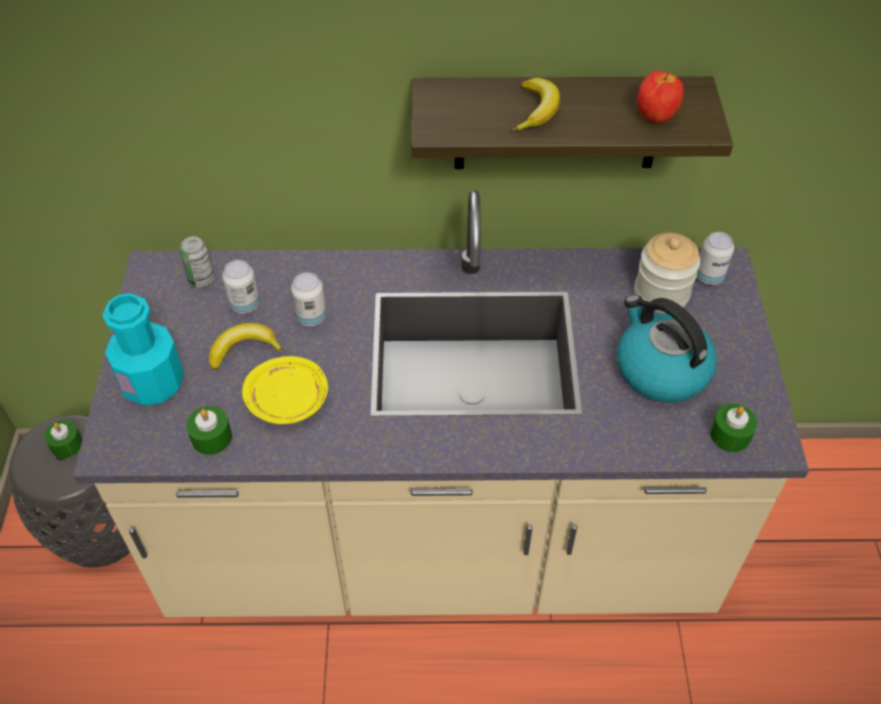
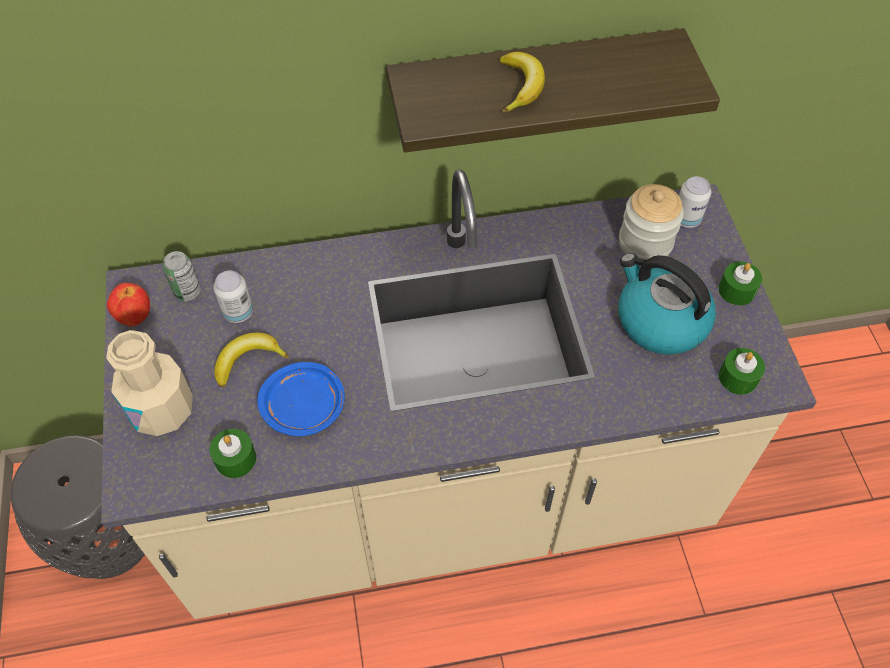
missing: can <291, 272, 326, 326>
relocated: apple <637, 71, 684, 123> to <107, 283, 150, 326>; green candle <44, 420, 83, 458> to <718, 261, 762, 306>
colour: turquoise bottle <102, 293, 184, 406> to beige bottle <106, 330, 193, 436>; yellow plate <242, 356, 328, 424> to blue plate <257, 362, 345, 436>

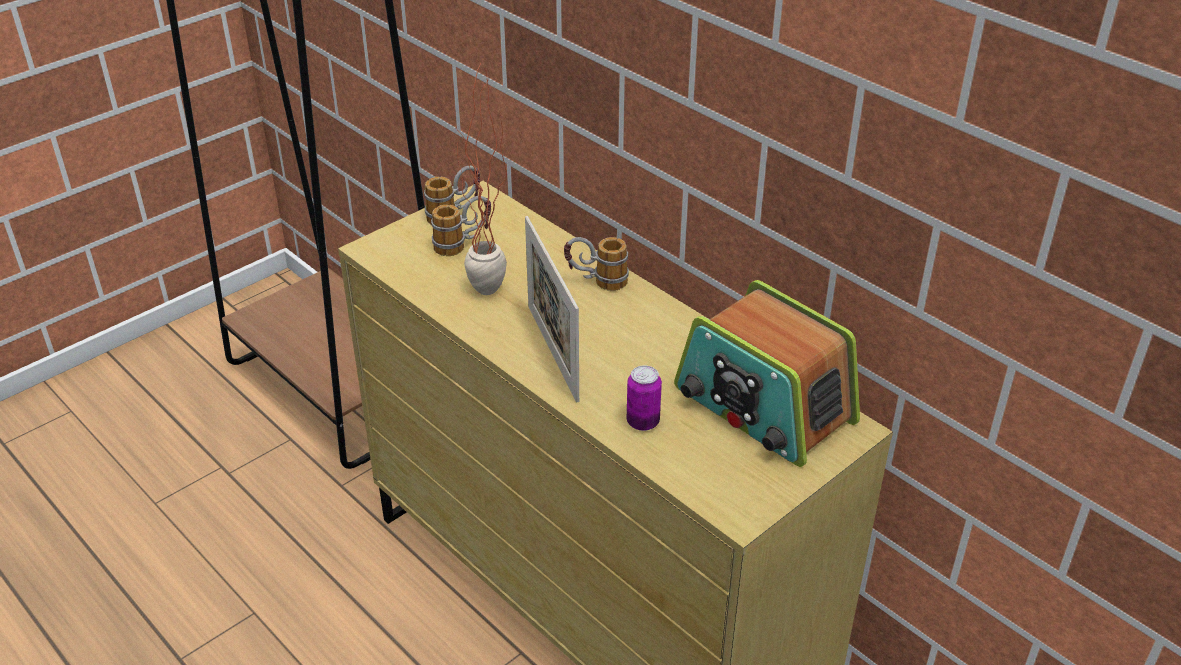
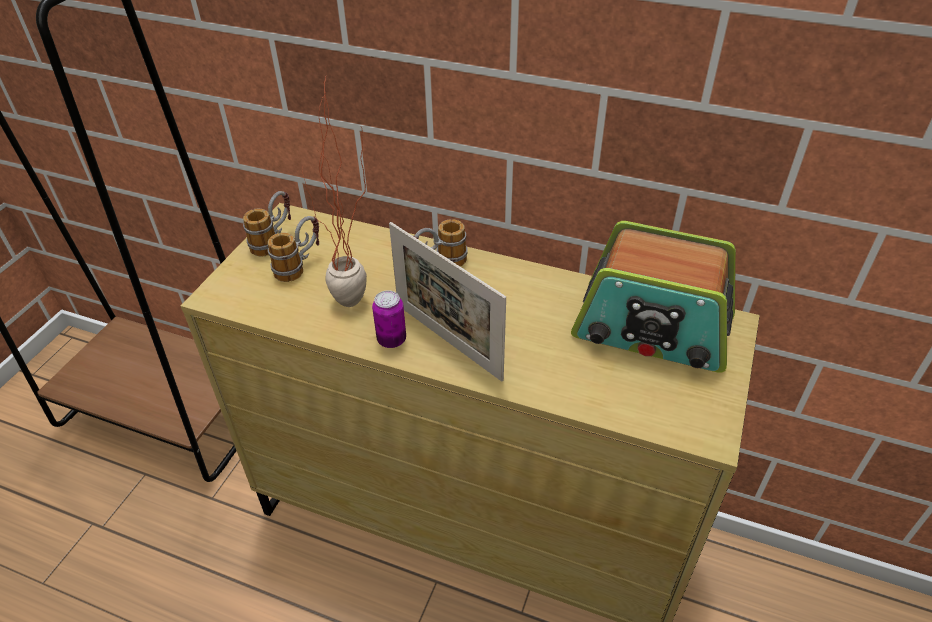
relocated: can <627, 365, 662, 431> to <372, 290, 406, 348>

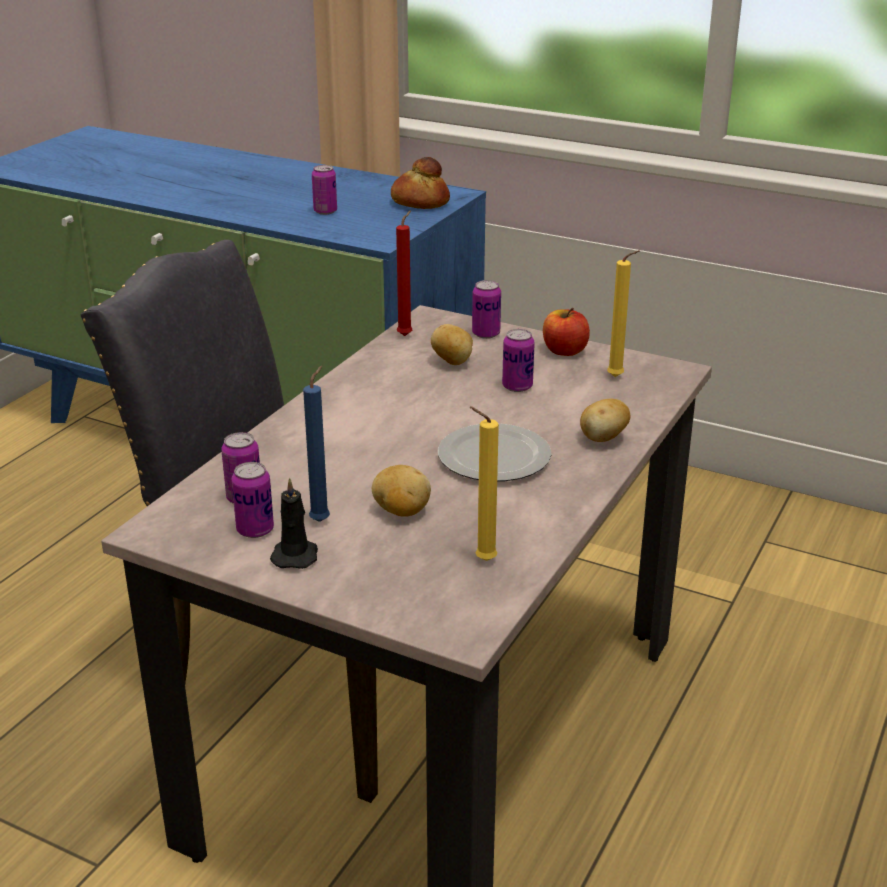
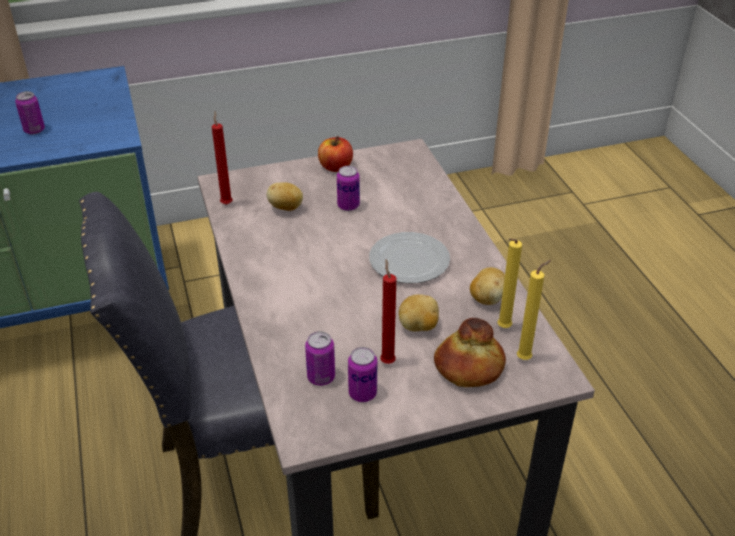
missing: black candle <270, 478, 318, 569>; can <472, 280, 501, 339>
relocated: bread <391, 157, 450, 209> to <434, 318, 506, 387>; potato <580, 399, 630, 442> to <470, 267, 505, 305>; yellow candle <607, 250, 640, 377> to <517, 260, 551, 360>
colour: blue candle <303, 366, 330, 522> to red candle <380, 259, 396, 364>

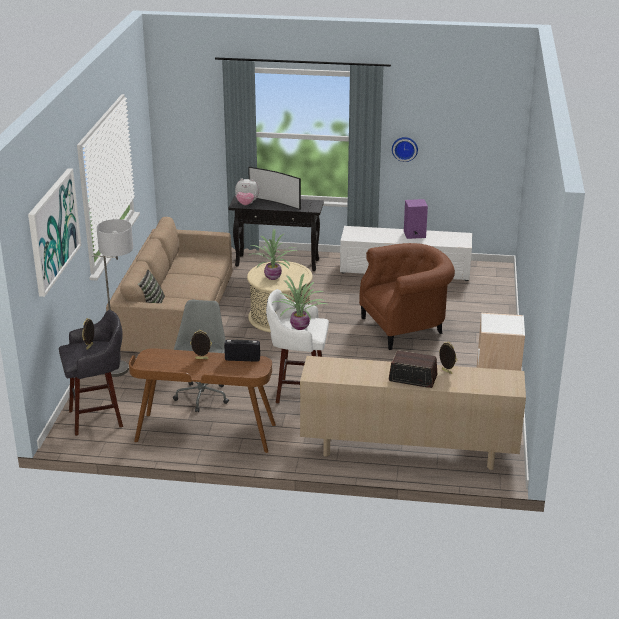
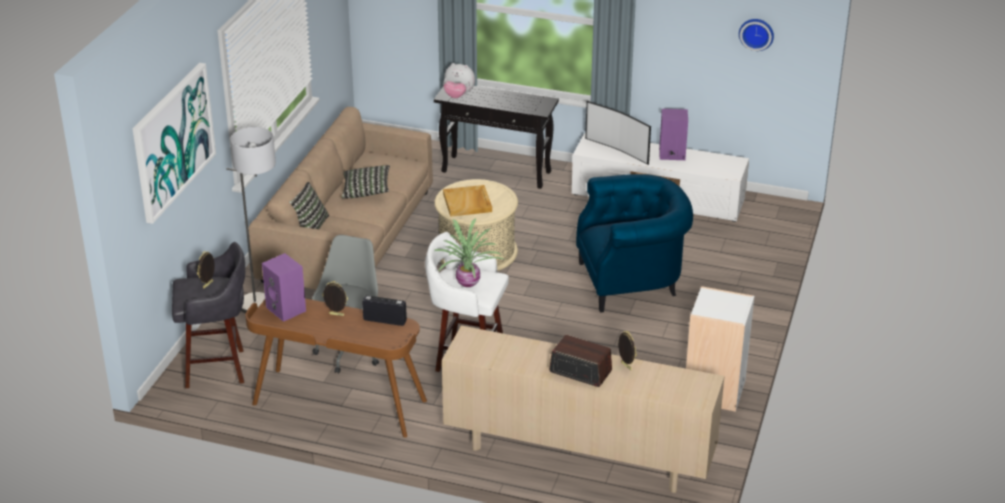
appeared: purple speaker <262, 253, 306, 322>; pillow <342, 165, 390, 198>
relocated: television <248, 167, 301, 210> to <585, 101, 651, 165>; wall clock <392, 137, 418, 162> to <739, 19, 774, 51>
exchanged: potted plant <249, 229, 298, 280> to beige tray <443, 185, 492, 217>
colour: brown armchair <359, 243, 455, 350> to blue armchair <576, 174, 693, 313>

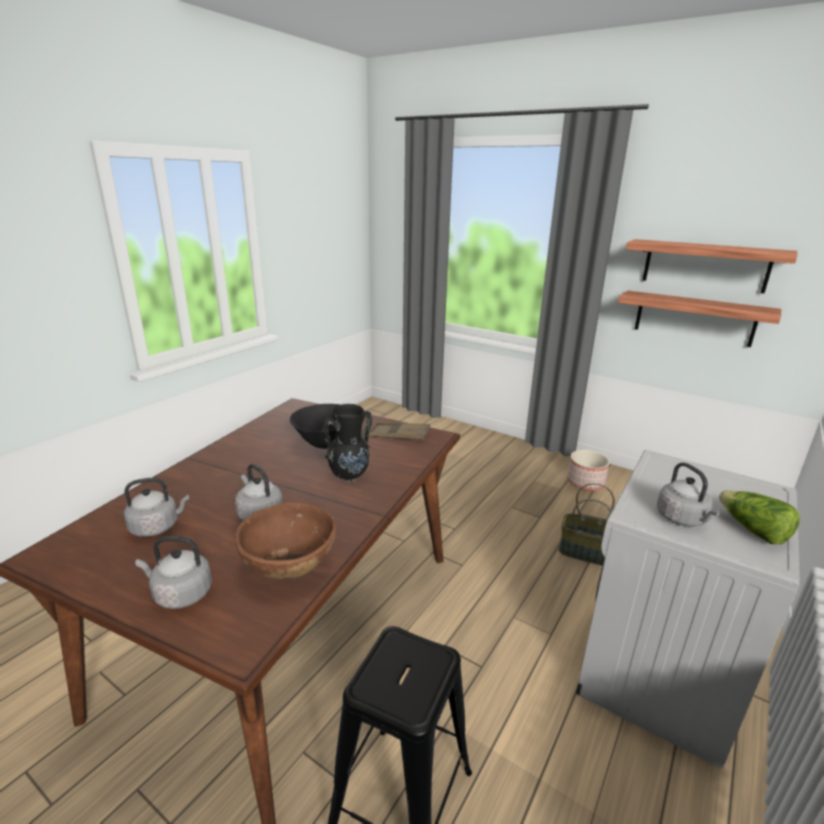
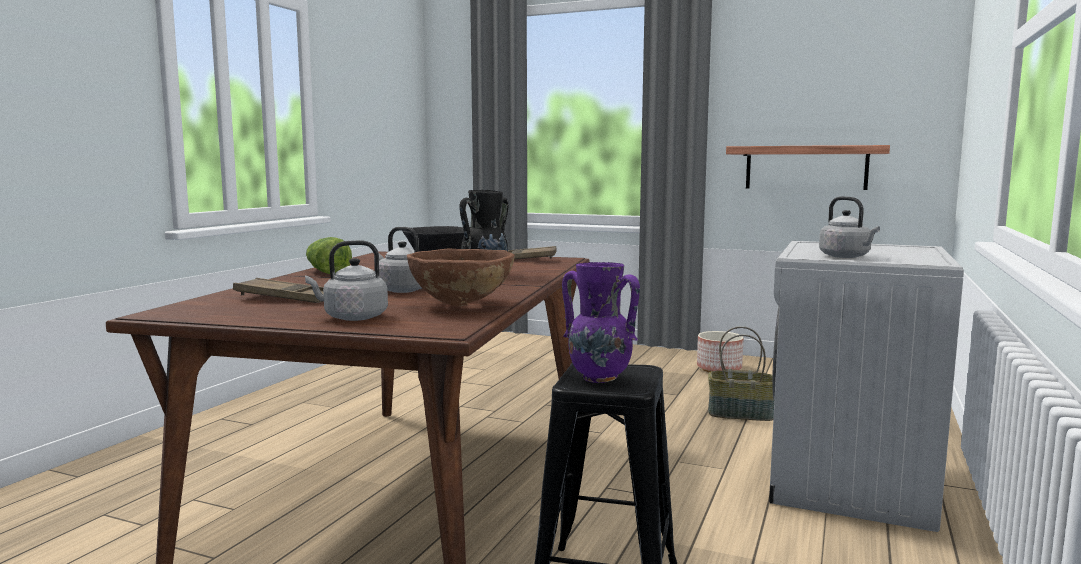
missing: shelf <626, 239, 798, 294>
appeared: purple vase <562, 262, 640, 383>
relocated: lettuce <719, 490, 800, 544> to <306, 237, 352, 274>
exchanged: grey kettle <124, 478, 189, 537> to brown tray <233, 278, 324, 303>

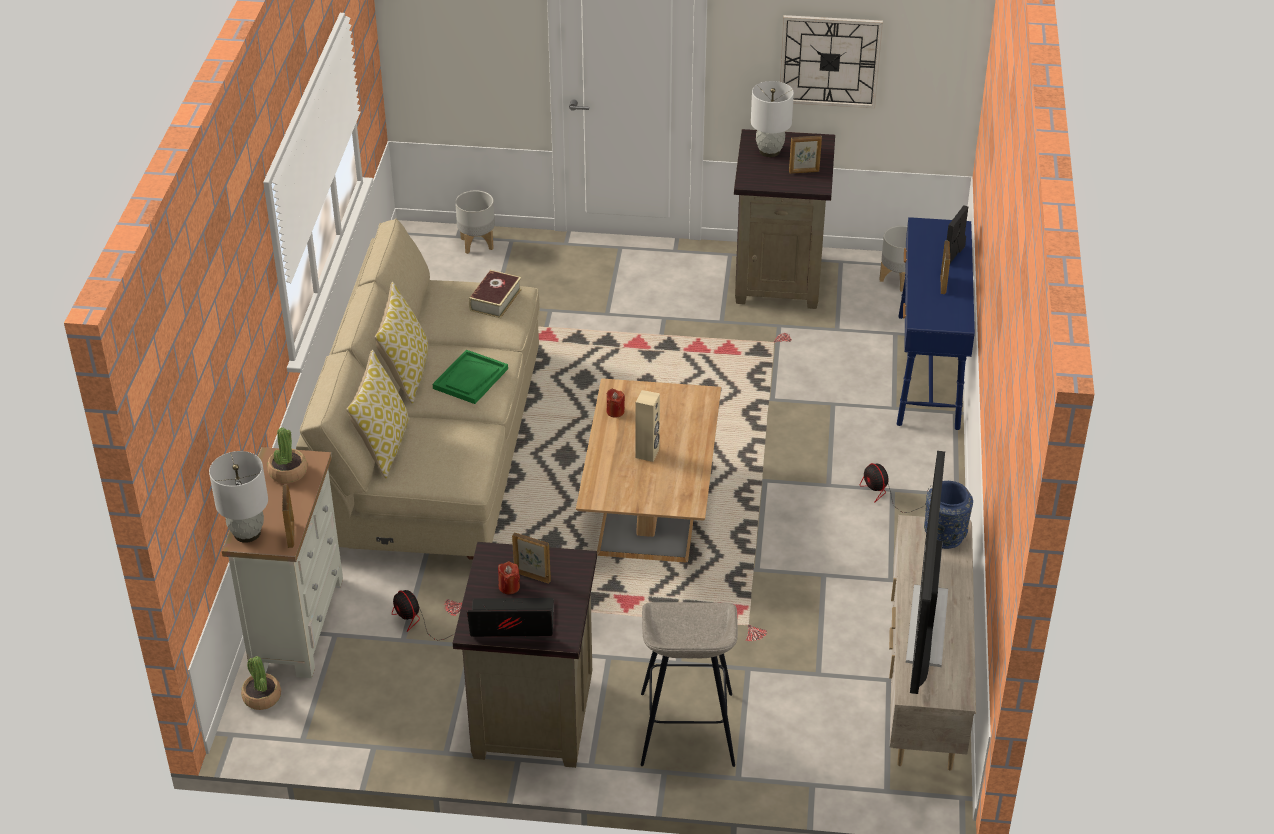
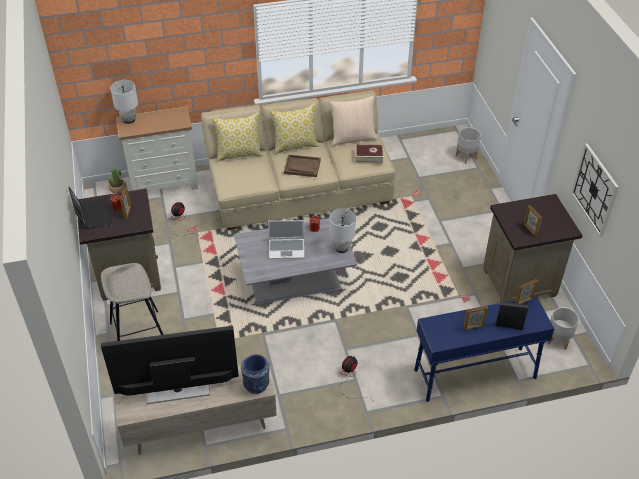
missing: potted plant <267, 428, 307, 483>
appeared: beige pillow <330, 95, 377, 146>
relocated: white table lamp <751, 81, 794, 157> to <329, 208, 356, 253>; picture frame <282, 485, 294, 548> to <514, 279, 538, 305>
exchanged: beige speaker <635, 390, 660, 462> to laptop <268, 220, 304, 259>
colour: brown coffee table <576, 378, 721, 562> to grey coffee table <234, 218, 357, 305>; green tray <433, 350, 508, 404> to brown tray <284, 155, 321, 177>

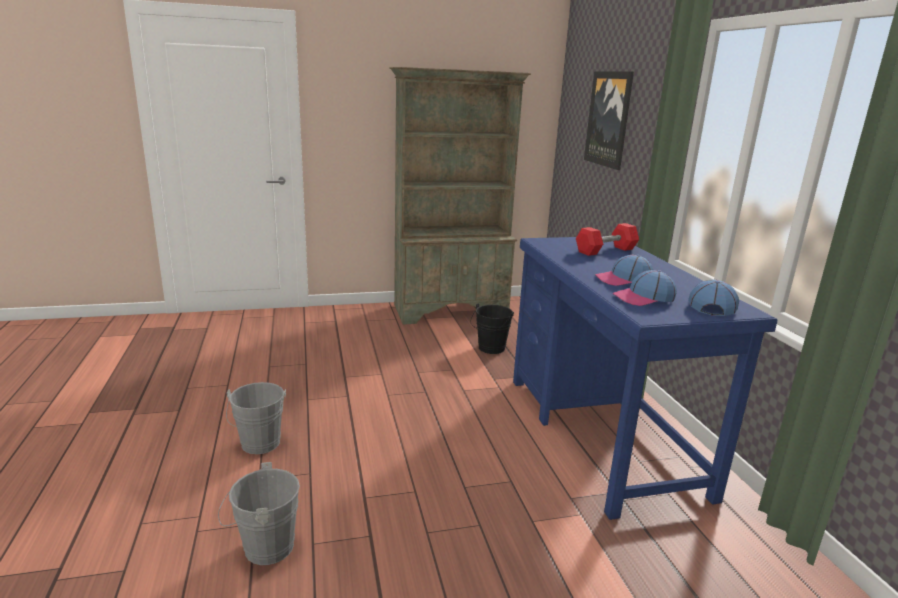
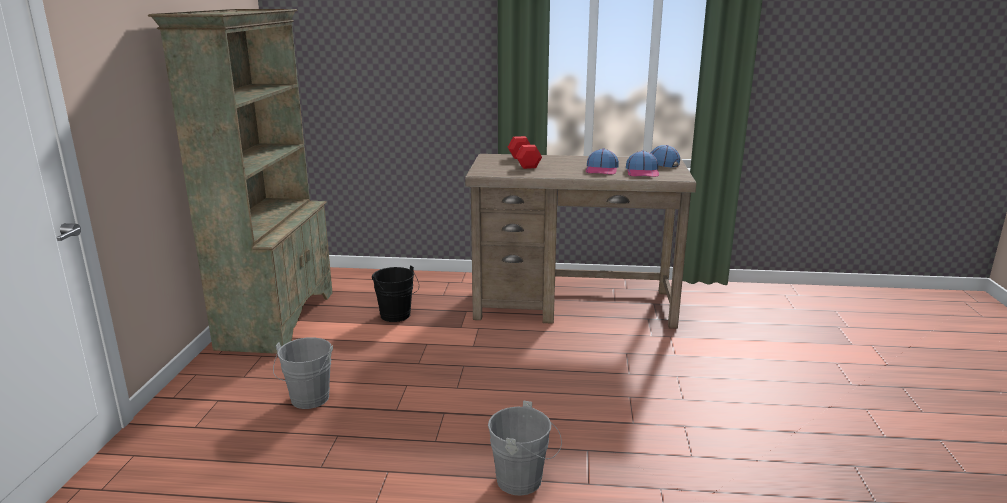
missing: picture <584, 71, 634, 170>
relocated: grey bucket <218, 462, 300, 565> to <273, 337, 333, 409>
colour: blue desk <513, 236, 777, 520> to brown desk <465, 154, 696, 329>

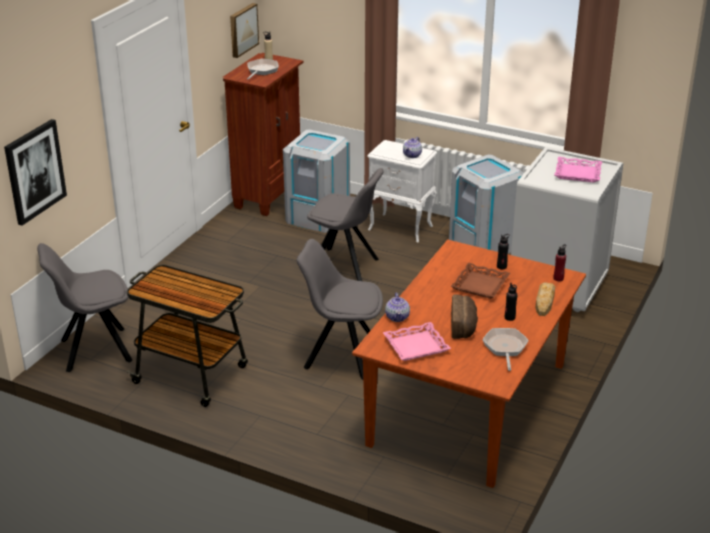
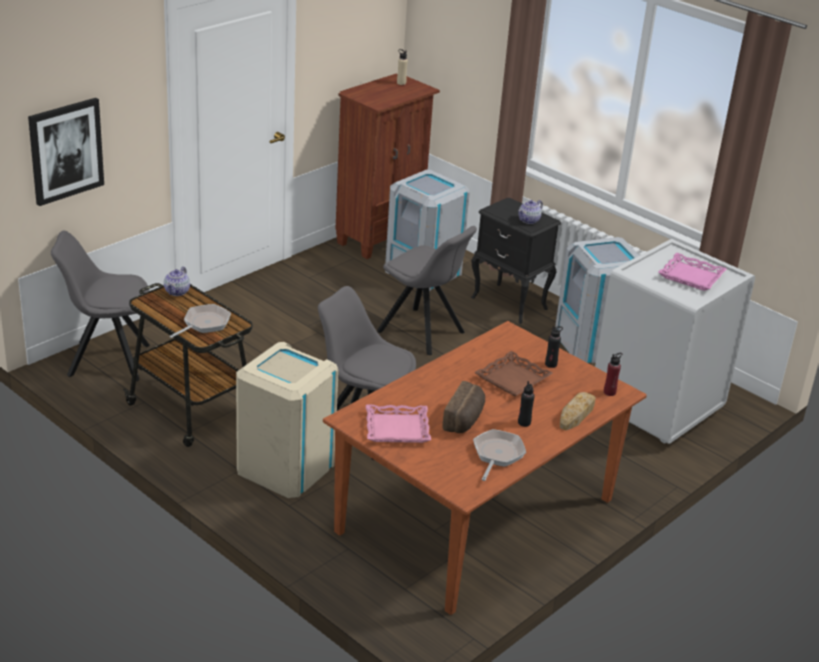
missing: picture <230, 3, 259, 58>
appeared: beige trash can <236, 342, 339, 498>
relocated: teapot <385, 293, 410, 322> to <164, 266, 190, 296>; frying pan <247, 59, 279, 80> to <169, 304, 231, 338>
colour: white nightstand <368, 140, 437, 243> to black nightstand <471, 198, 561, 324>

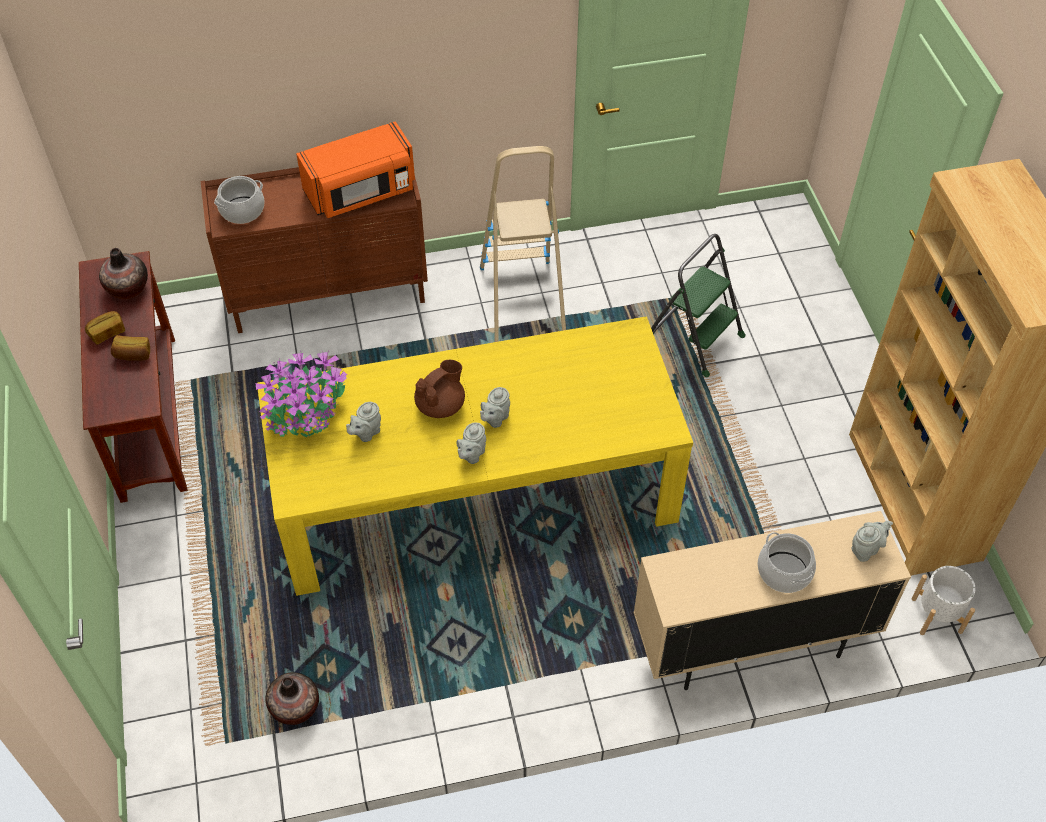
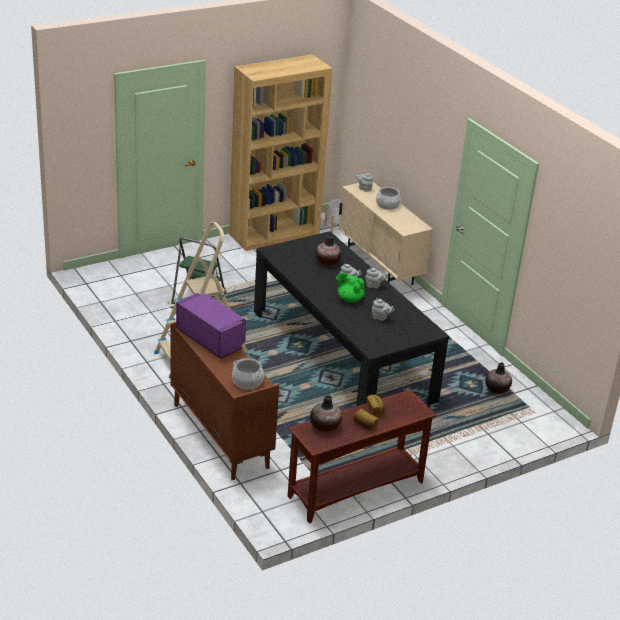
missing: potted plant <256, 350, 347, 437>
appeared: vase <315, 235, 342, 266>
colour: orange microwave <296, 121, 415, 218> to purple microwave <176, 293, 246, 359>; yellow dining table <258, 316, 693, 596> to black dining table <254, 231, 449, 406>; brown teapot <414, 360, 465, 418> to green teapot <336, 273, 365, 302>

